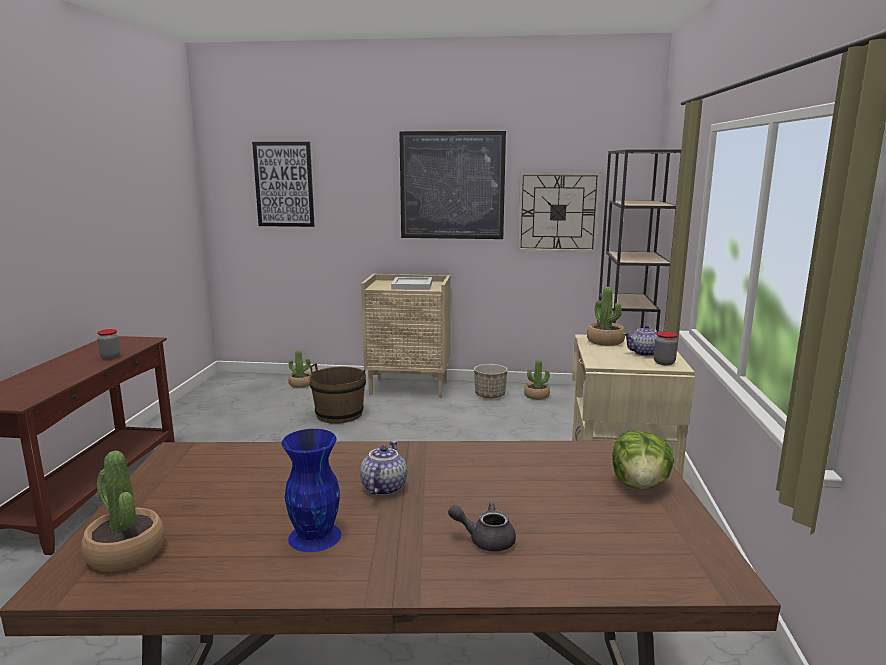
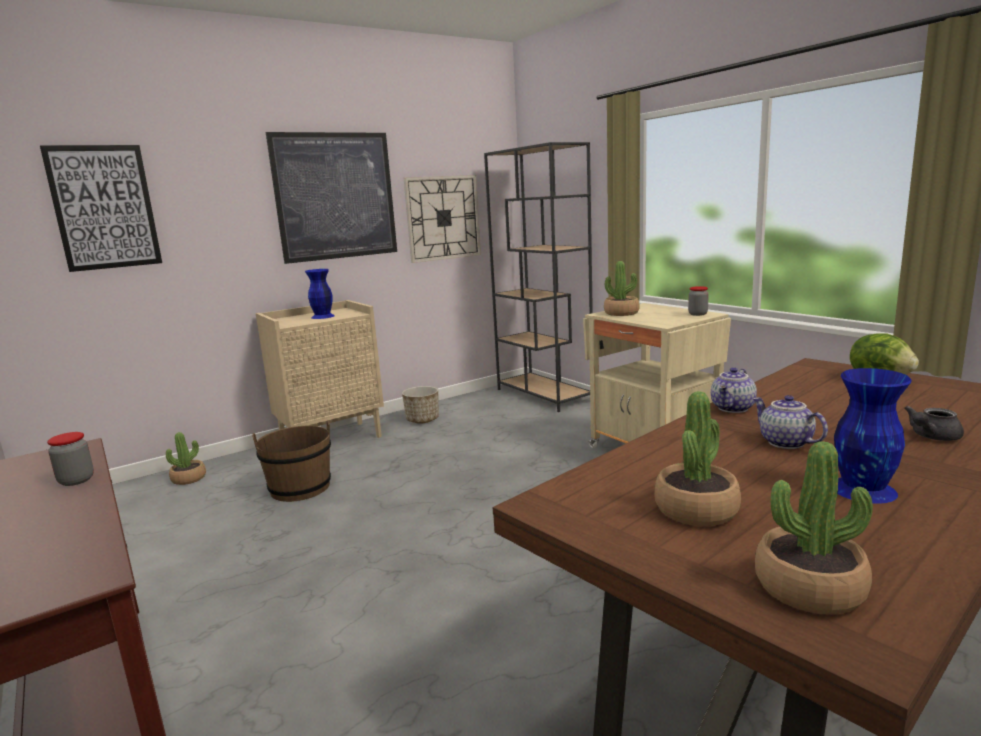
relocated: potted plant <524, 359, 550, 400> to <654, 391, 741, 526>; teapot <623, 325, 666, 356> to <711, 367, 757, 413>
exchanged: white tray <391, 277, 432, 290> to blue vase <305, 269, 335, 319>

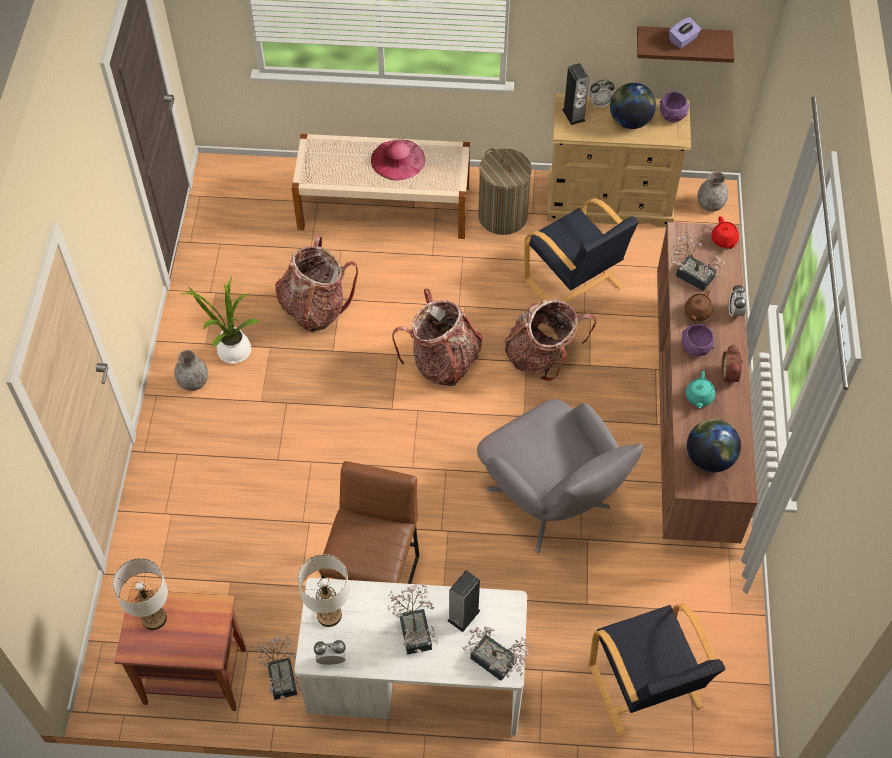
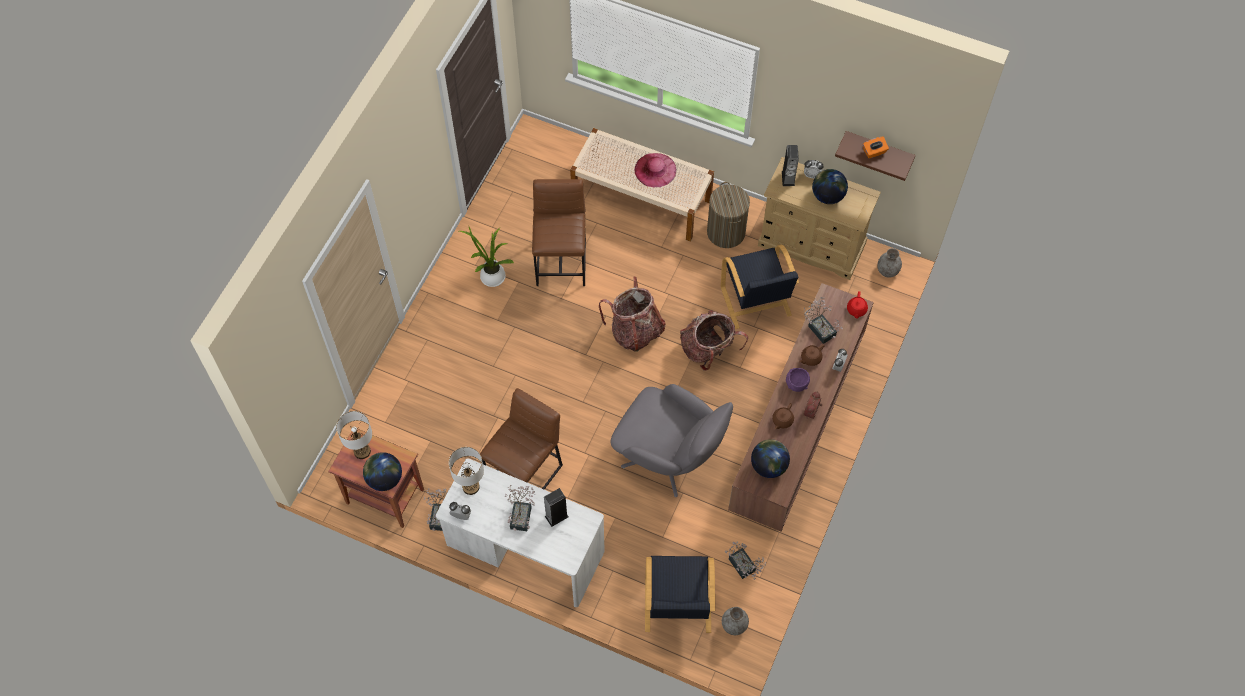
missing: purple bowl <660, 92, 689, 122>
appeared: globe <363, 452, 402, 491>
relocated: grey vase <174, 350, 208, 391> to <722, 607, 749, 635>; potted plant <462, 627, 532, 681> to <725, 542, 766, 580>
exchanged: backpack <275, 235, 358, 332> to brown chair <532, 179, 586, 286>
colour: turquoise teapot <686, 371, 715, 408> to brown teapot <772, 403, 794, 429>; purple tissue box <669, 17, 701, 48> to orange tissue box <863, 137, 889, 159>
spun: grey armchair <477, 399, 643, 553> = <611, 384, 733, 497> 45 degrees counterclockwise

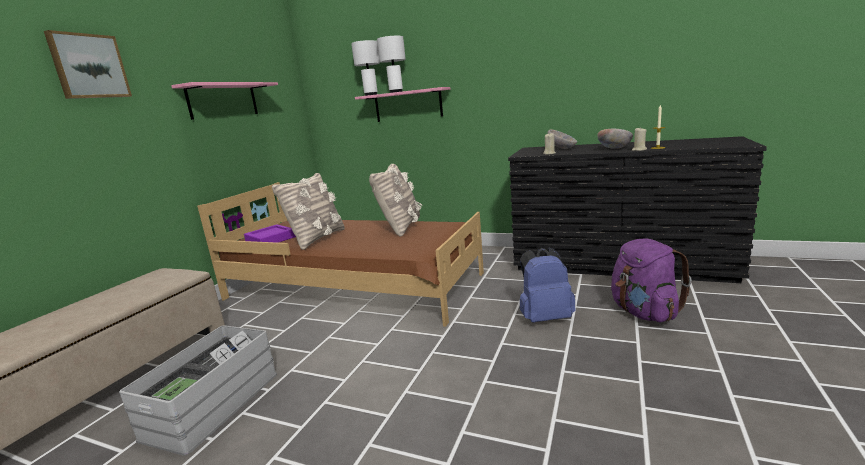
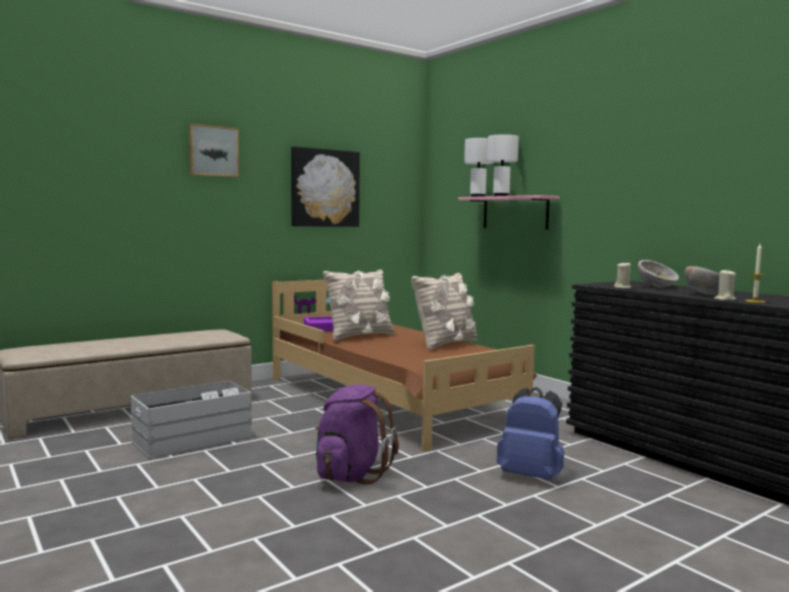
relocated: purple backpack <611, 238, 692, 322> to <315, 385, 399, 485>
exchanged: pink shelf <171, 82, 278, 120> to picture <291, 146, 360, 227>

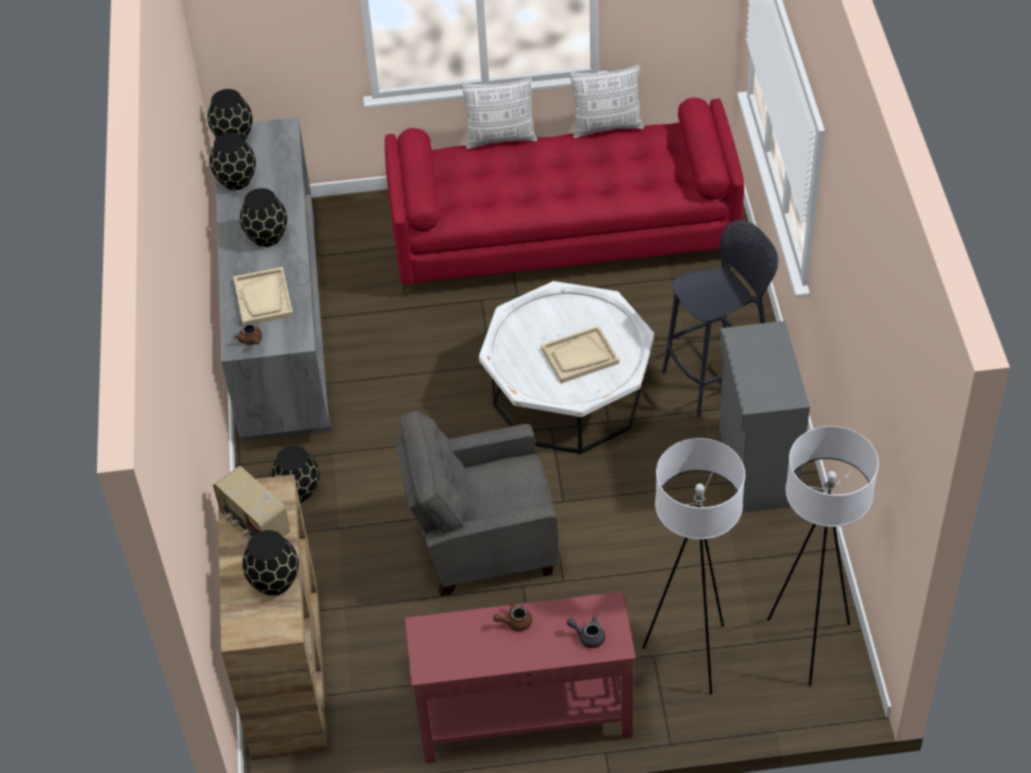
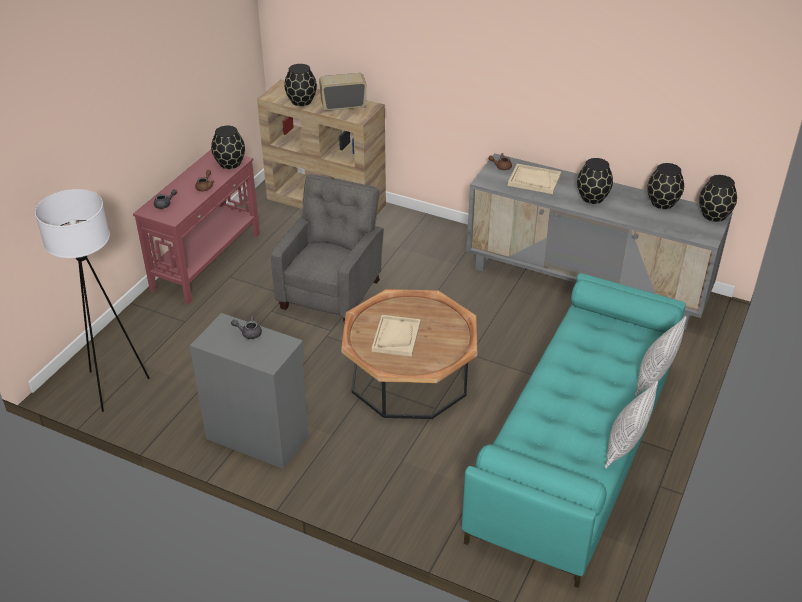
missing: white floor lamp <642, 438, 745, 694>; grey stool <662, 220, 779, 417>
appeared: grey teapot <231, 316, 262, 339>
relocated: black vase <272, 446, 320, 502> to <211, 126, 245, 169>
colour: white coffee table <479, 281, 655, 454> to brown coffee table <341, 289, 477, 419>; red sofa <385, 98, 744, 296> to turquoise sofa <461, 273, 686, 588>

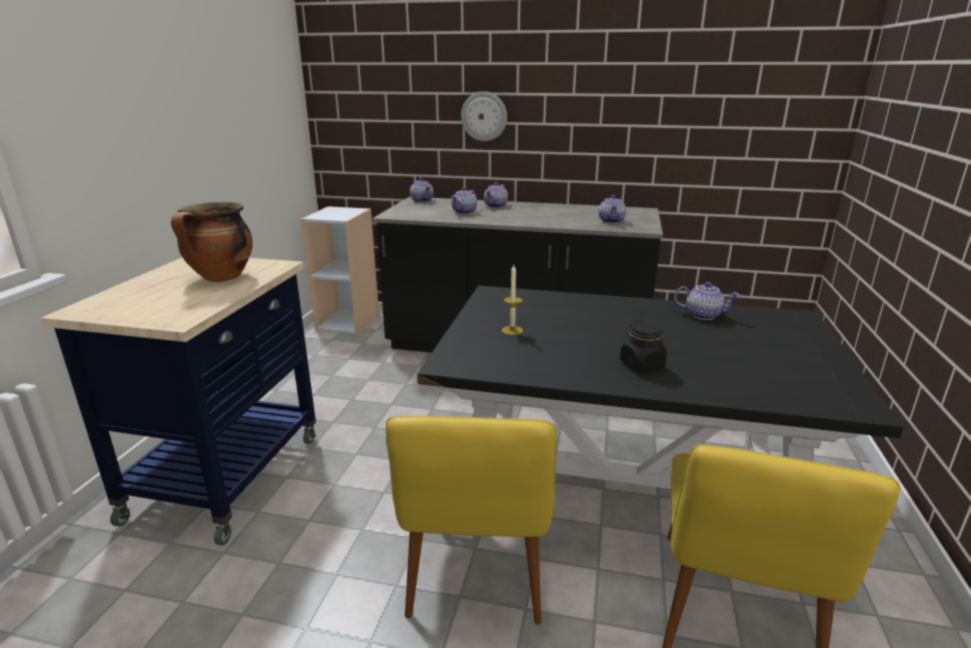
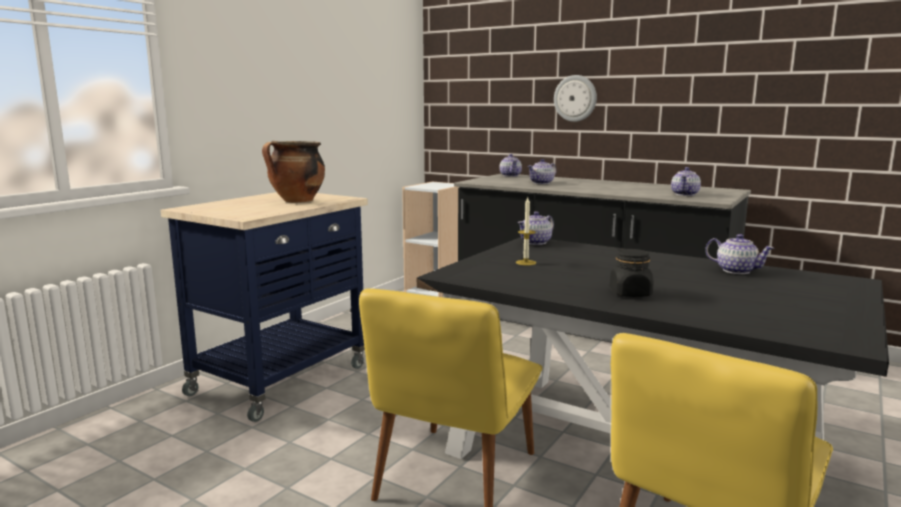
relocated: teapot <484, 182, 508, 208> to <518, 211, 554, 245>

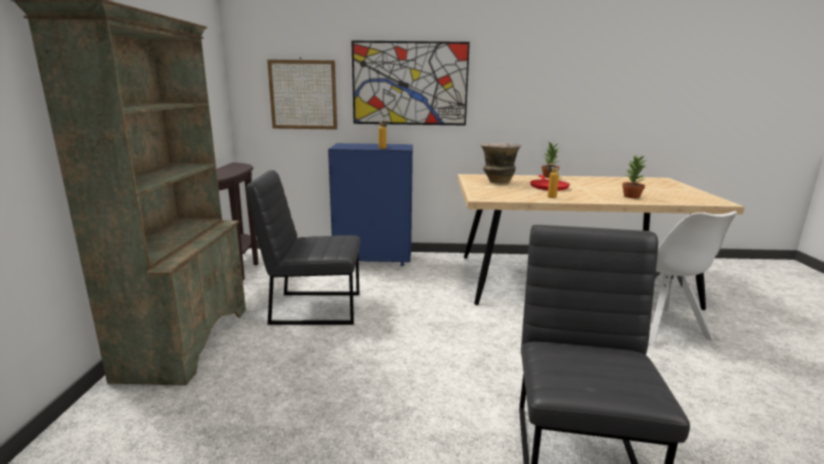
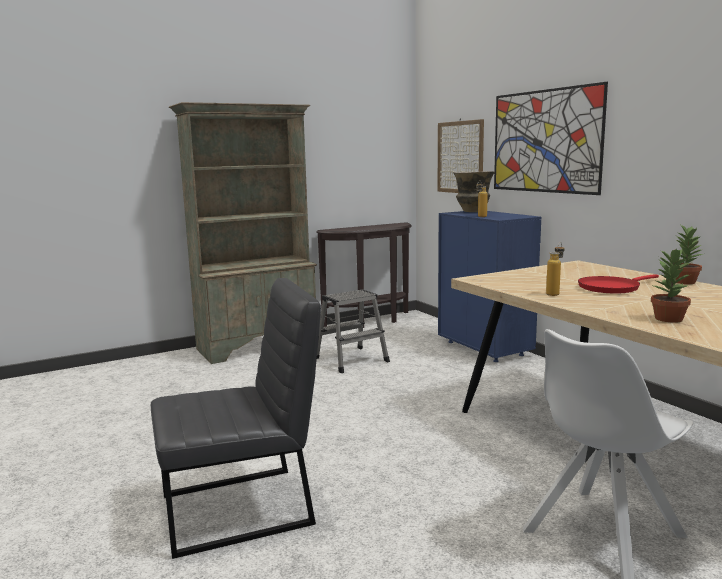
relocated: vase <481, 143, 521, 184> to <453, 171, 495, 212>
exchanged: grey chair <246, 170, 360, 325> to grey step ladder <317, 289, 390, 373>

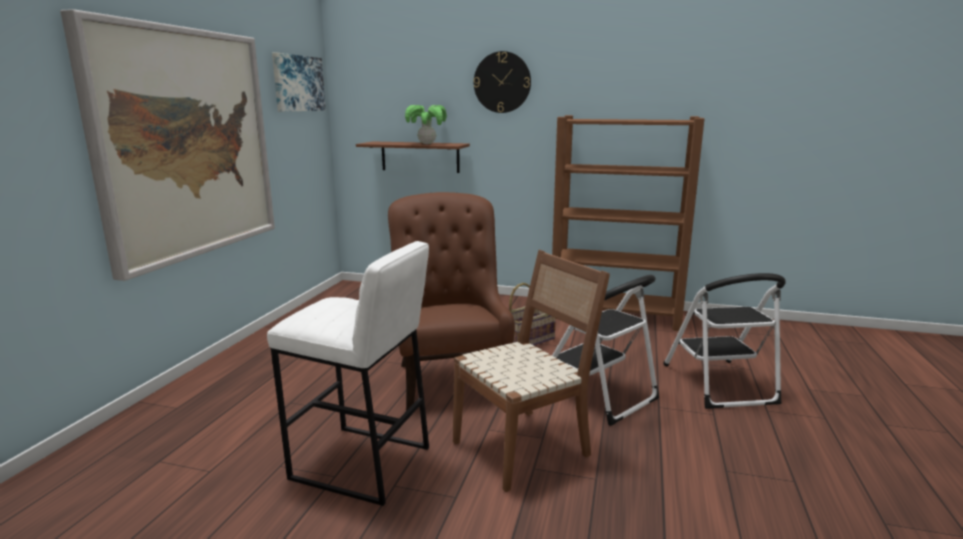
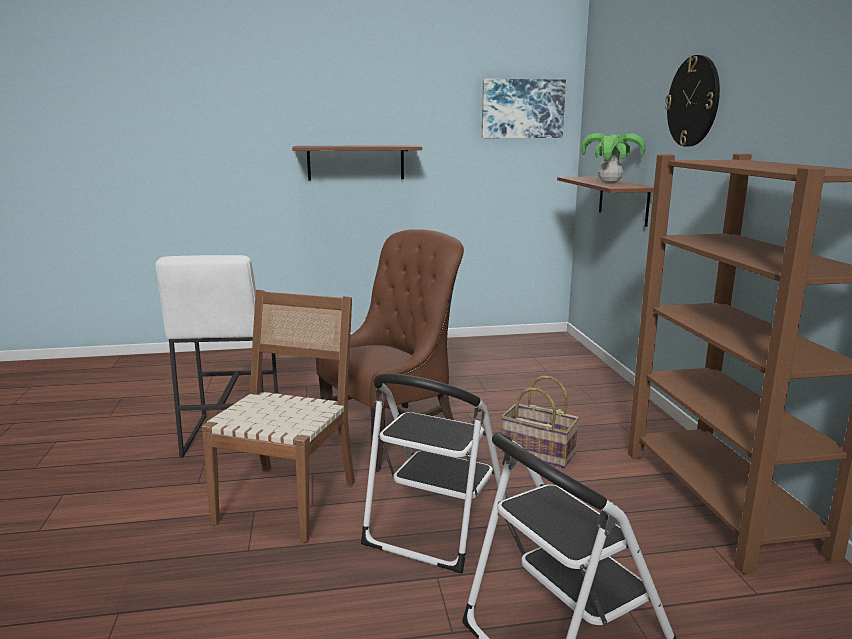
exchanged: picture <60, 9, 275, 281> to brown shelf <292, 145, 422, 181>
spun: chair <453, 250, 610, 492> = <202, 290, 355, 543> 105 degrees counterclockwise

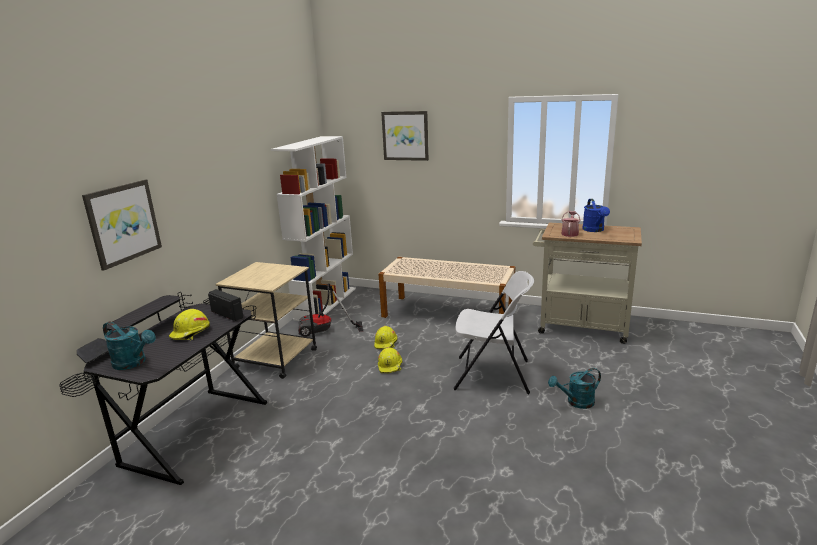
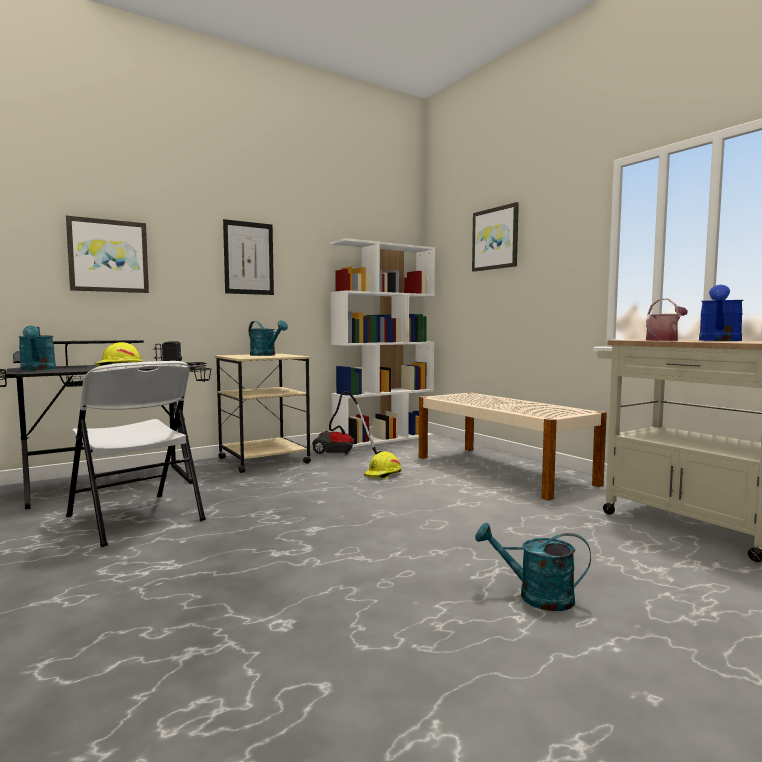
missing: yellow hard hat <378, 347, 403, 373>
appeared: picture <223, 219, 274, 295>; turquoise watering can <249, 320, 288, 356>
relocated: white chair <454, 271, 534, 394> to <66, 361, 206, 547>

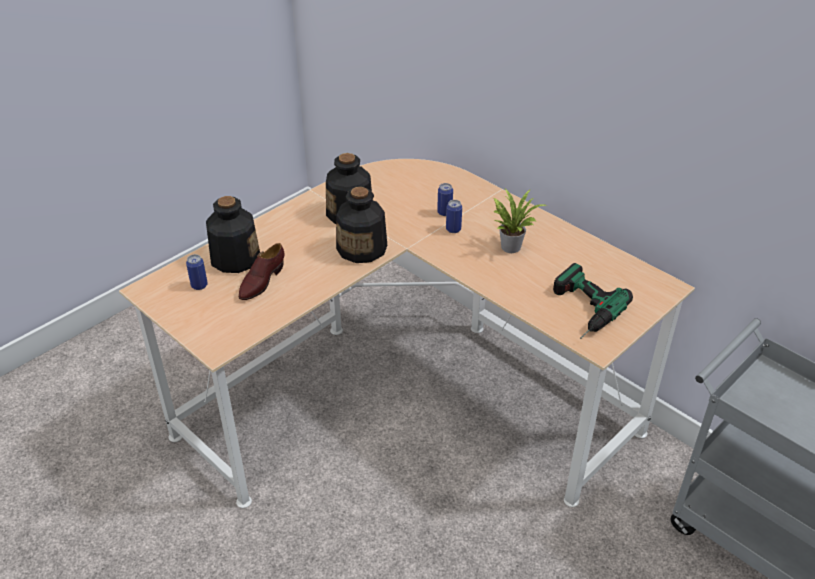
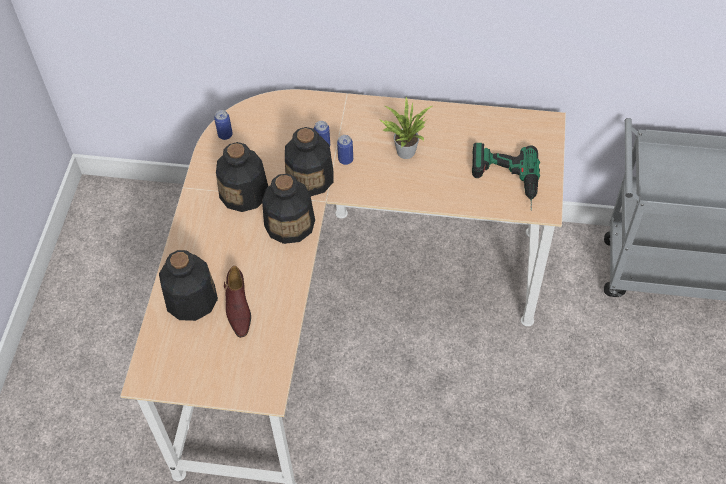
appeared: bottle <285, 127, 333, 196>
relocated: can <186, 254, 208, 290> to <214, 110, 233, 140>

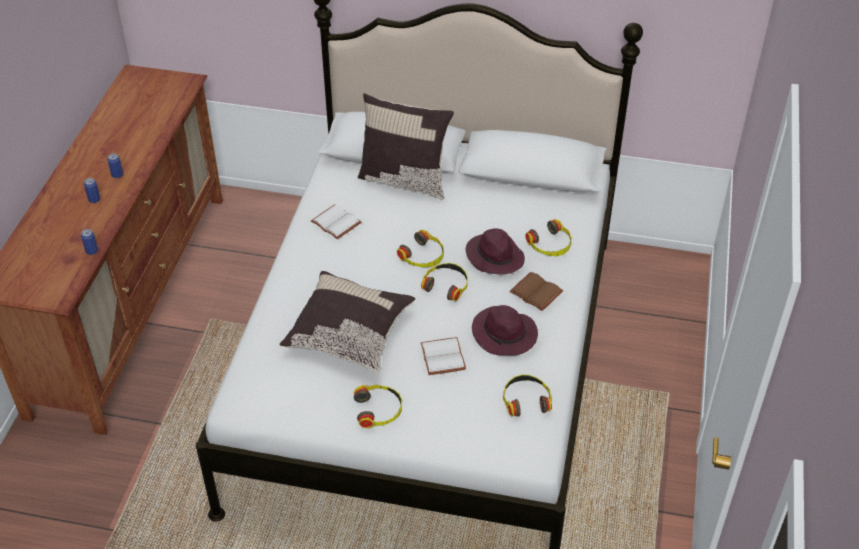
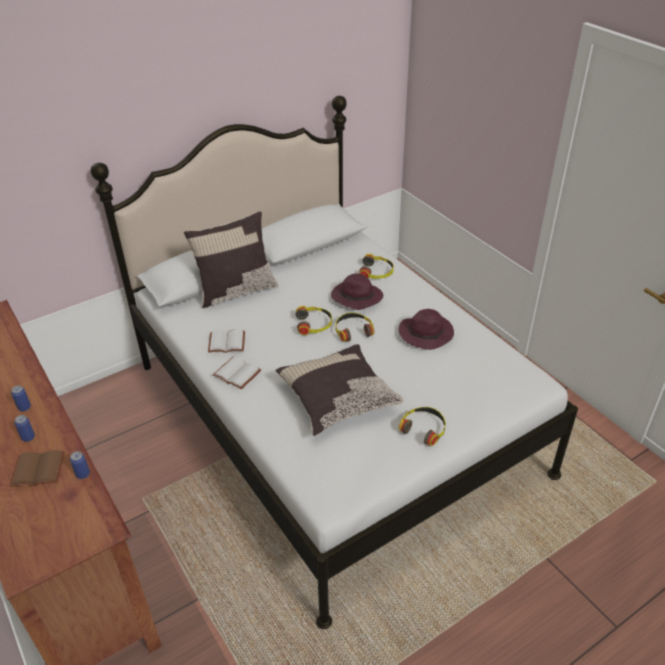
missing: headphones <503, 374, 552, 417>
relocated: brown book <509, 272, 563, 311> to <9, 450, 65, 487>; white book <421, 337, 466, 375> to <213, 356, 261, 389>

